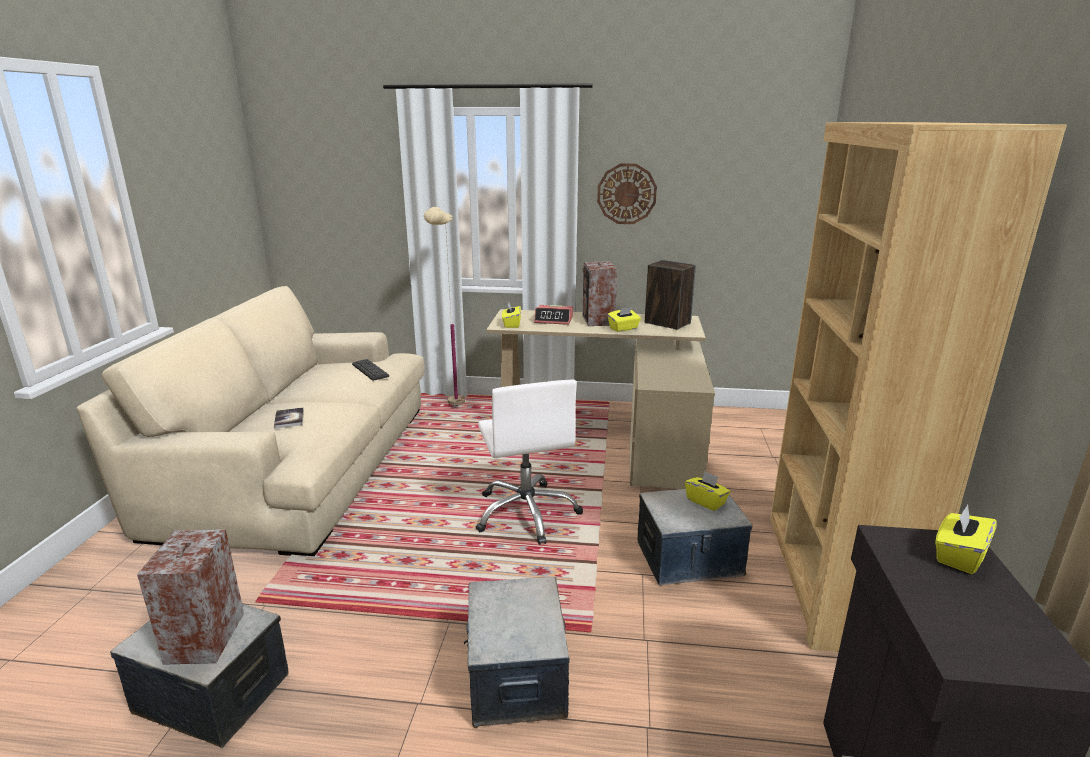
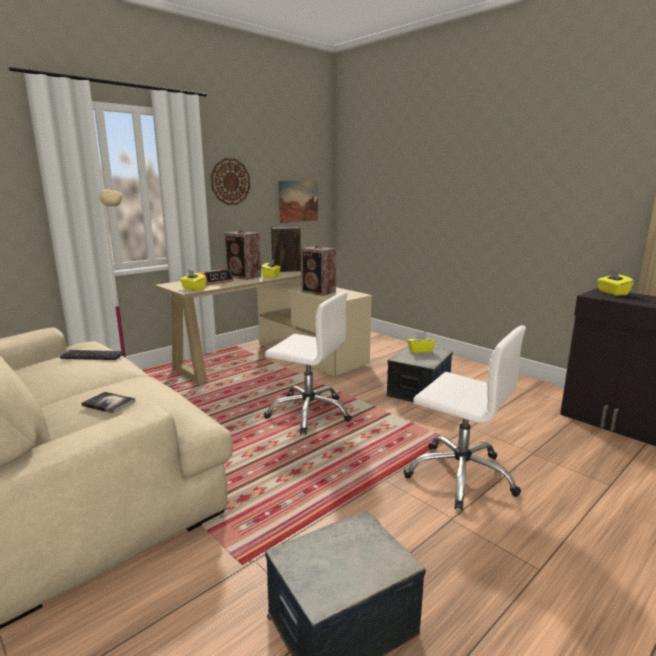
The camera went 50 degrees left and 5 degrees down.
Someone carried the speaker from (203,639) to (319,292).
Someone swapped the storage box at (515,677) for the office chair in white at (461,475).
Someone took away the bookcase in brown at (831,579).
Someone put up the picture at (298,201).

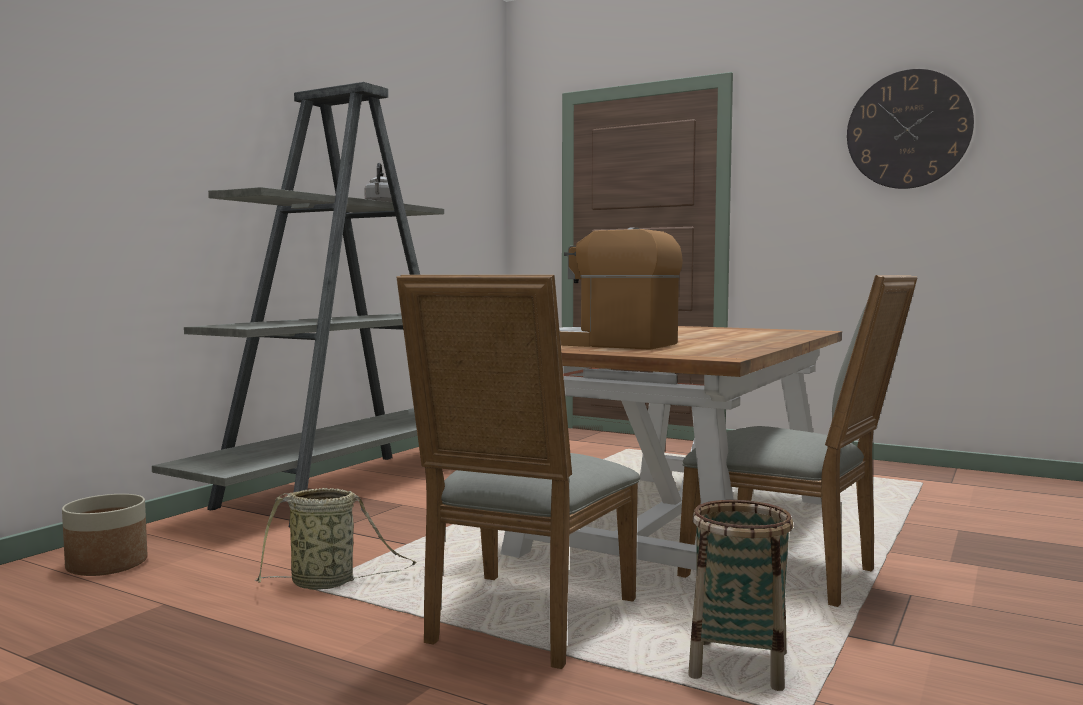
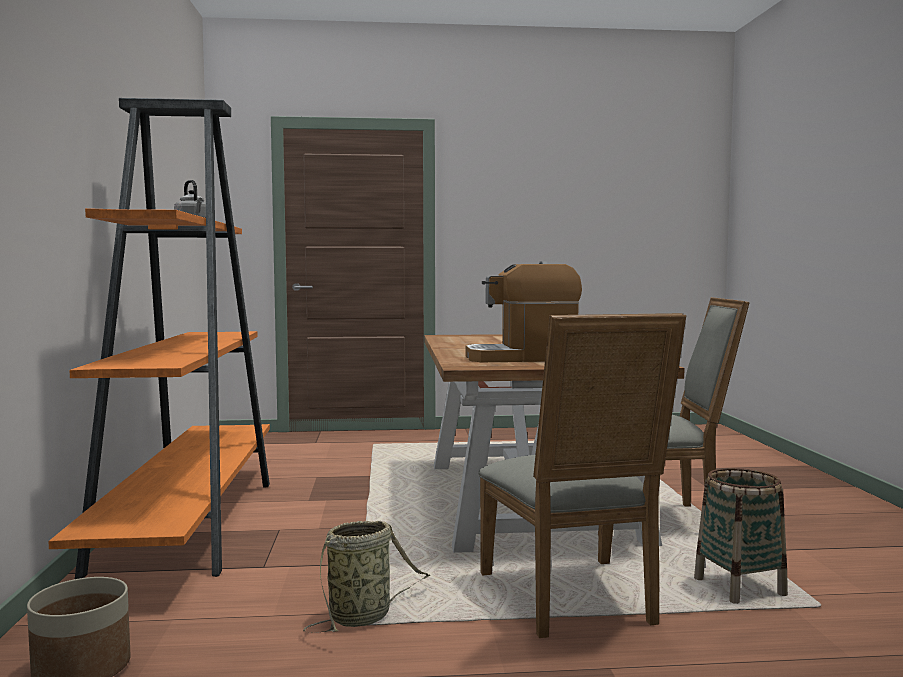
The camera went 35 degrees left and 0 degrees up.
Someone repainted the bookcase in grey at (351,486), which became the bookcase in orange at (190,523).
Someone took away the wall clock at (908,129).

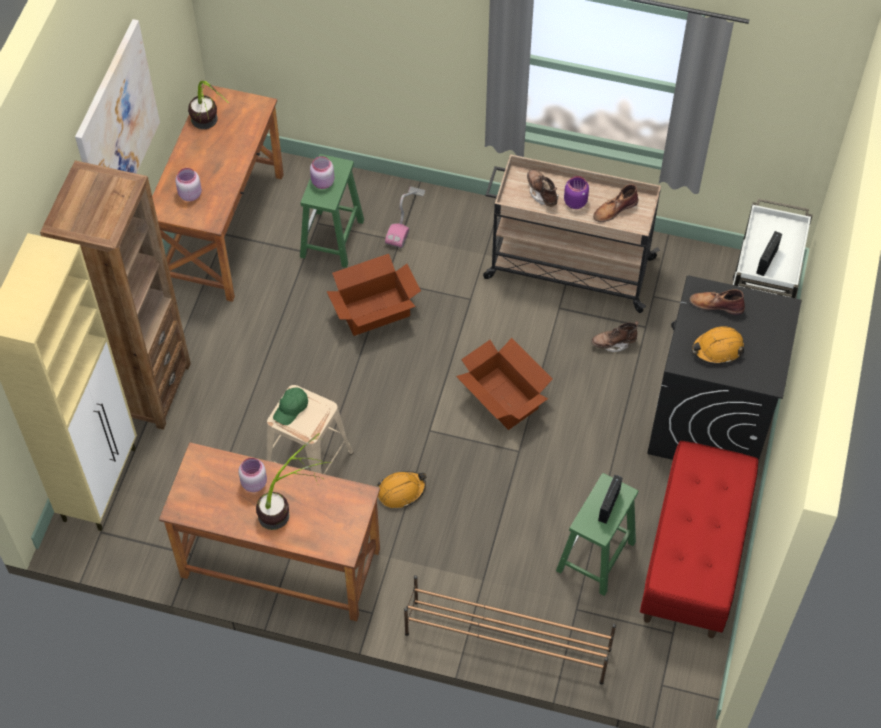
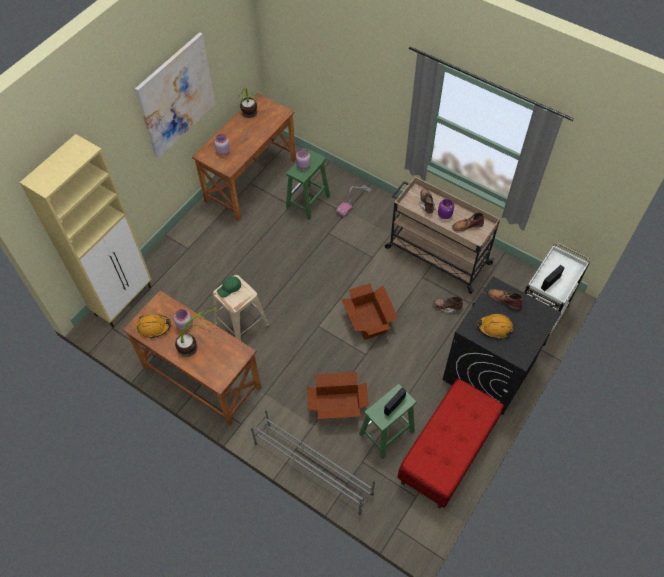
The camera went 20 degrees right and 0 degrees up.
Someone took away the bookcase in brown at (145,388).
Someone carried the cardboard box from (374,311) to (337,405).
Someone carried the hard hat in orange from (401,491) to (154,327).
Someone repainted the shoe rack in brown at (506,641), which became the shoe rack in grey at (312,467).

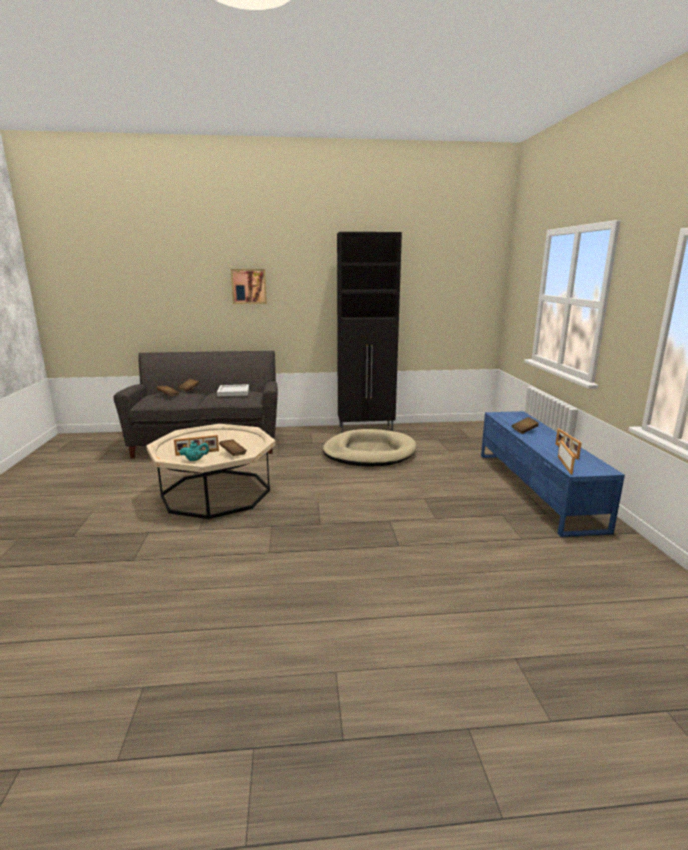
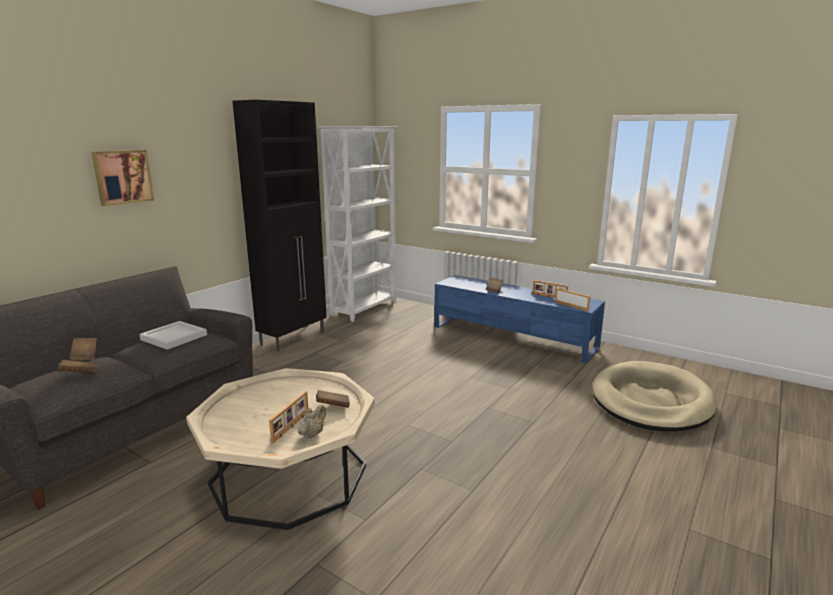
The camera went 50 degrees left and 0 degrees up.
Someone repainted the teapot in turquoise at (195,460), which became the teapot in beige at (312,434).
Someone carried the dog bed in beige from (369,452) to (651,401).
Someone put down the bookcase in white at (365,309).

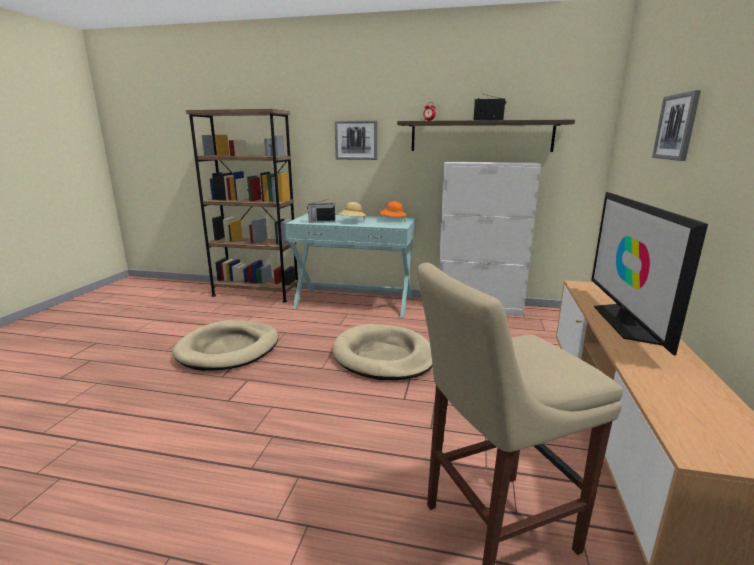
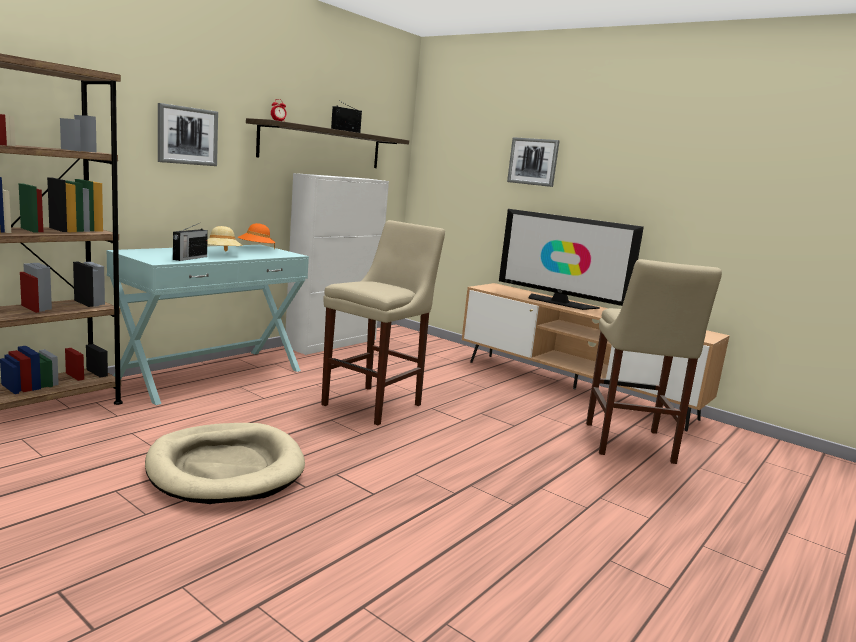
The camera went 65 degrees left and 5 degrees down.
Someone swapped the dog bed in beige at (383,356) for the stool in beige at (376,404).

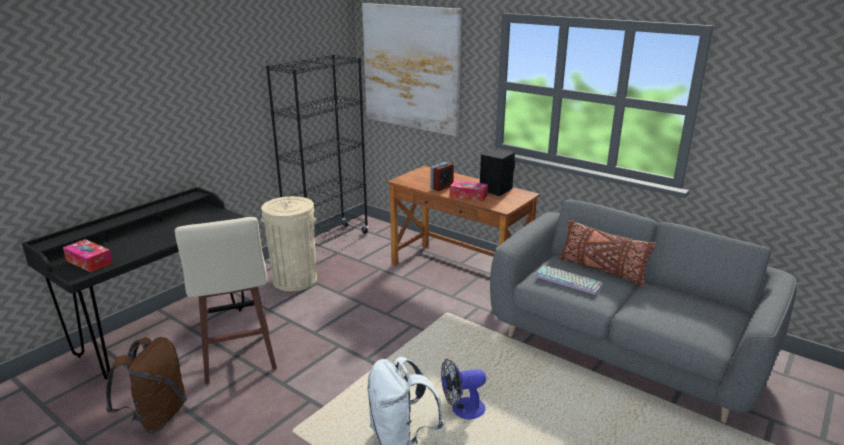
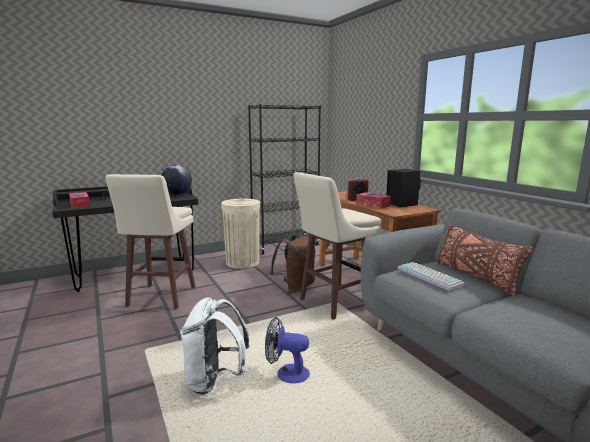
The camera went 25 degrees right and 10 degrees down.
Someone carried the backpack in brown from (157,416) to (295,287).
Someone took away the picture at (411,68).
Someone put down the globe at (177,195).
Someone put down the stool in beige at (333,303).

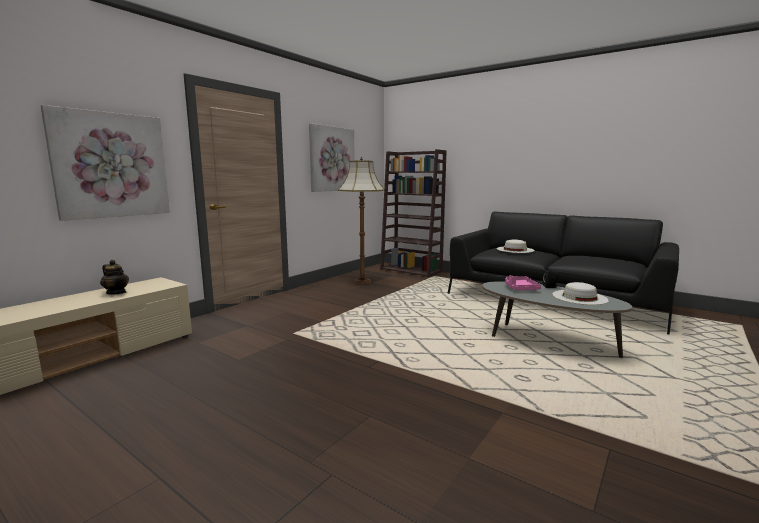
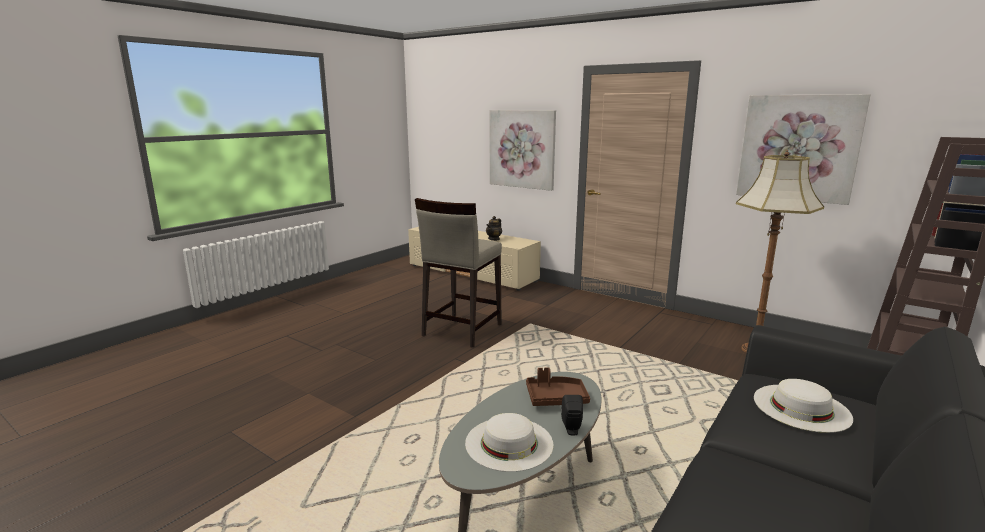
The camera went 90 degrees right and 5 degrees up.
Someone repainted the tray in pink at (520,288), which became the tray in brown at (556,398).
Someone put down the stool in beige at (461,330).

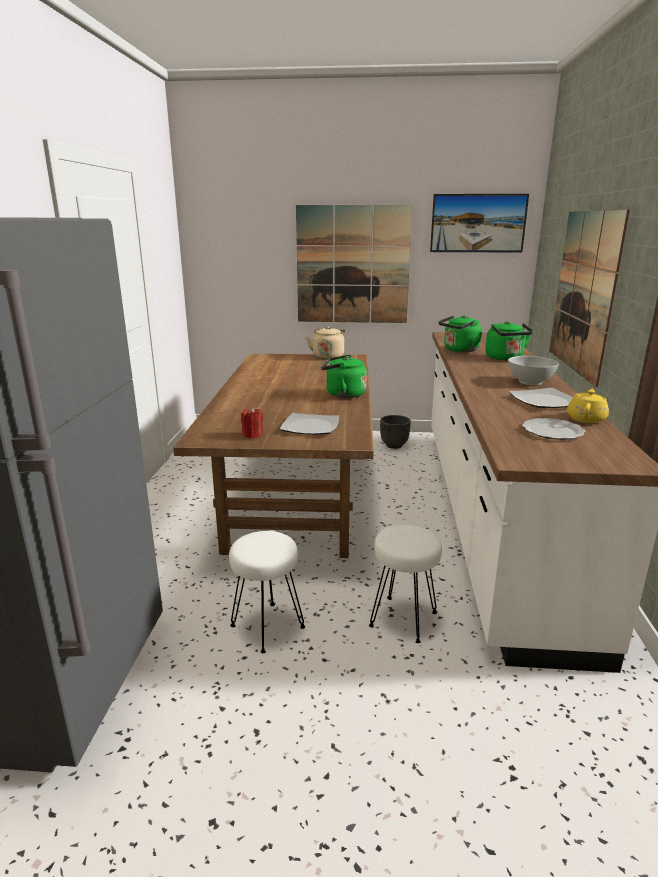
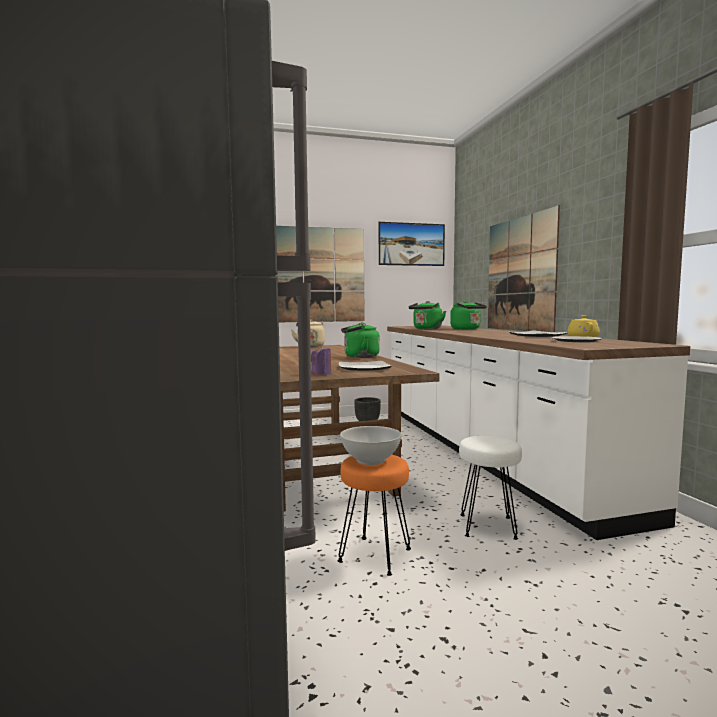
The camera went 20 degrees left and 15 degrees down.
Someone repainted the stool in white at (266,627), which became the stool in orange at (374,556).
Someone repainted the candle in red at (252,435), which became the candle in purple at (321,374).
Someone carried the bowl in white from (530,382) to (371,460).

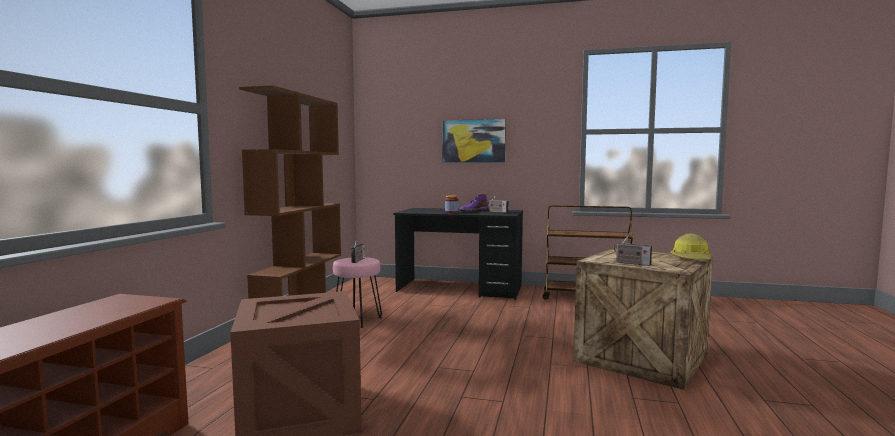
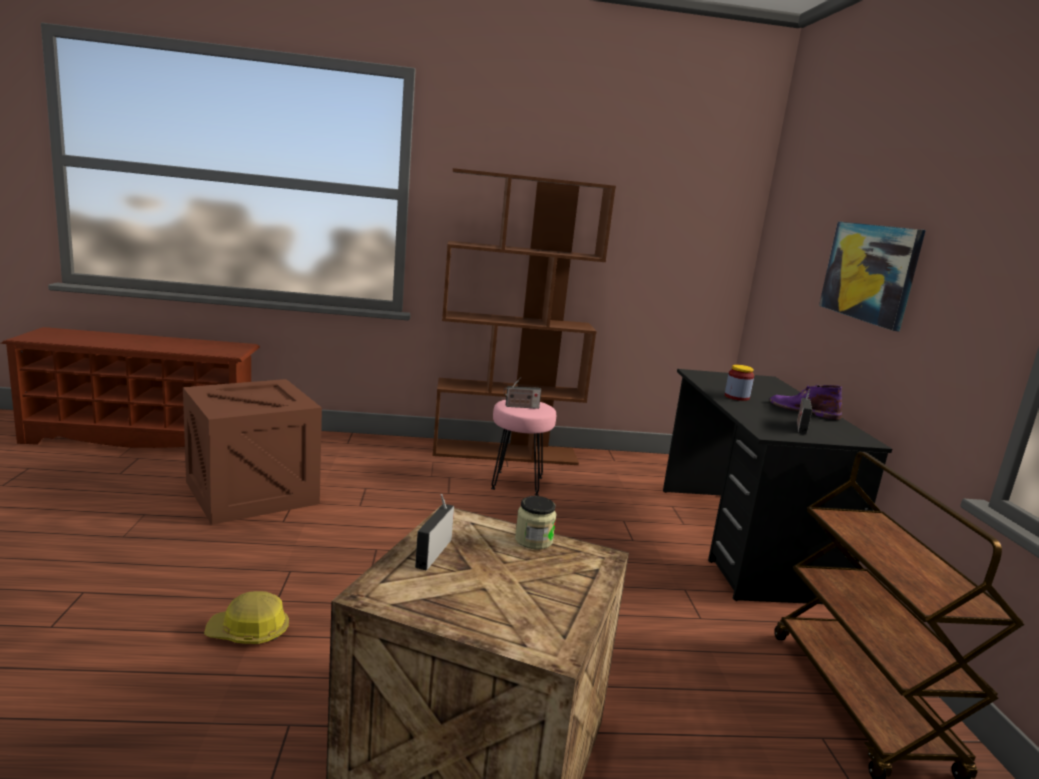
The camera went 70 degrees right and 10 degrees up.
Someone carried the hard hat from (692,259) to (249,632).
Someone put down the jar at (533,540).

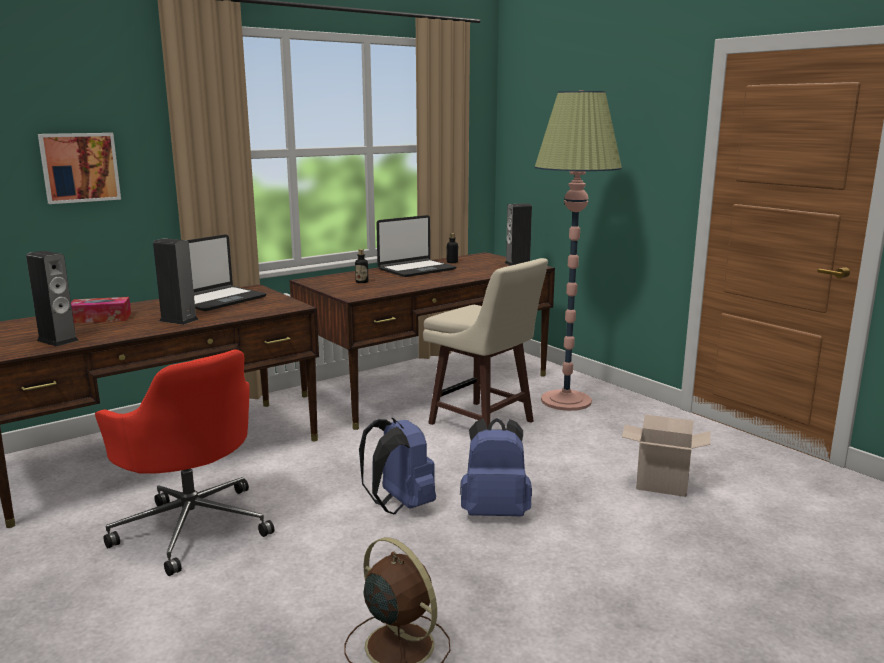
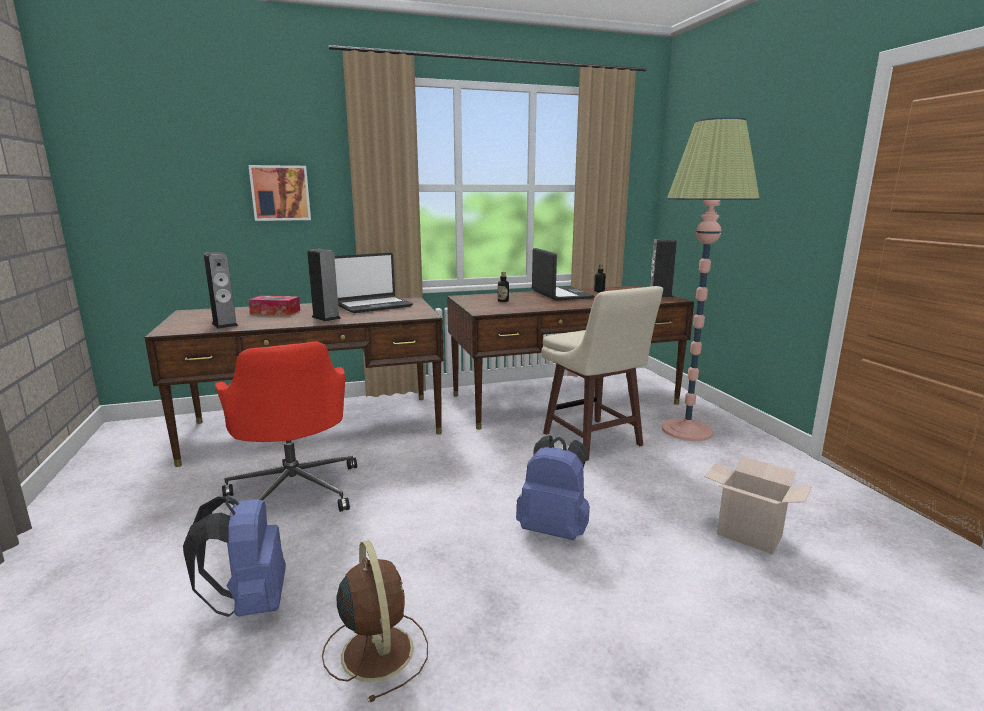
The camera went 20 degrees right and 0 degrees up.
Someone carried the backpack in blue from (400,505) to (250,603).
Someone rotated the laptop at (416,269) by 90 degrees counterclockwise.

